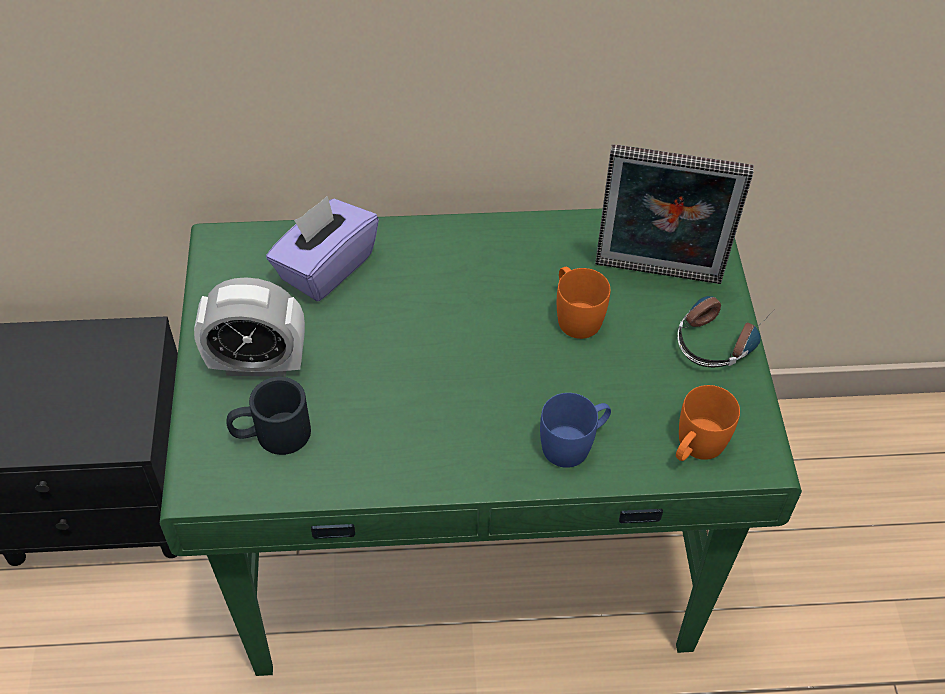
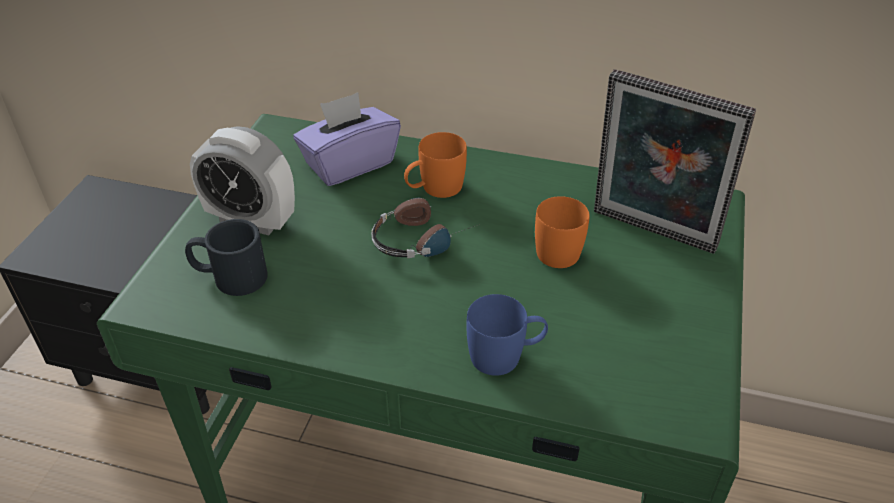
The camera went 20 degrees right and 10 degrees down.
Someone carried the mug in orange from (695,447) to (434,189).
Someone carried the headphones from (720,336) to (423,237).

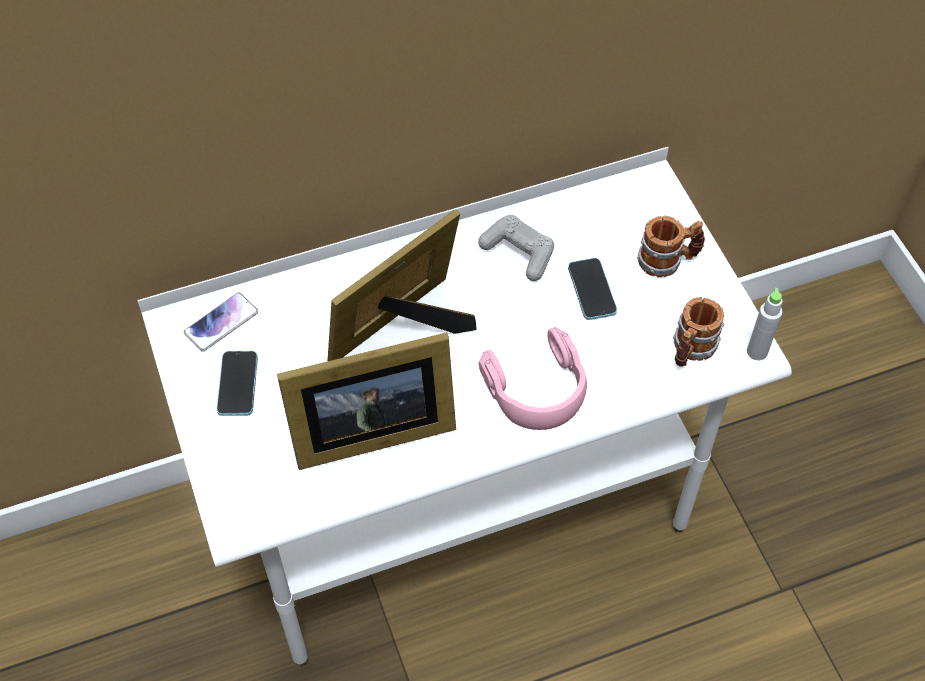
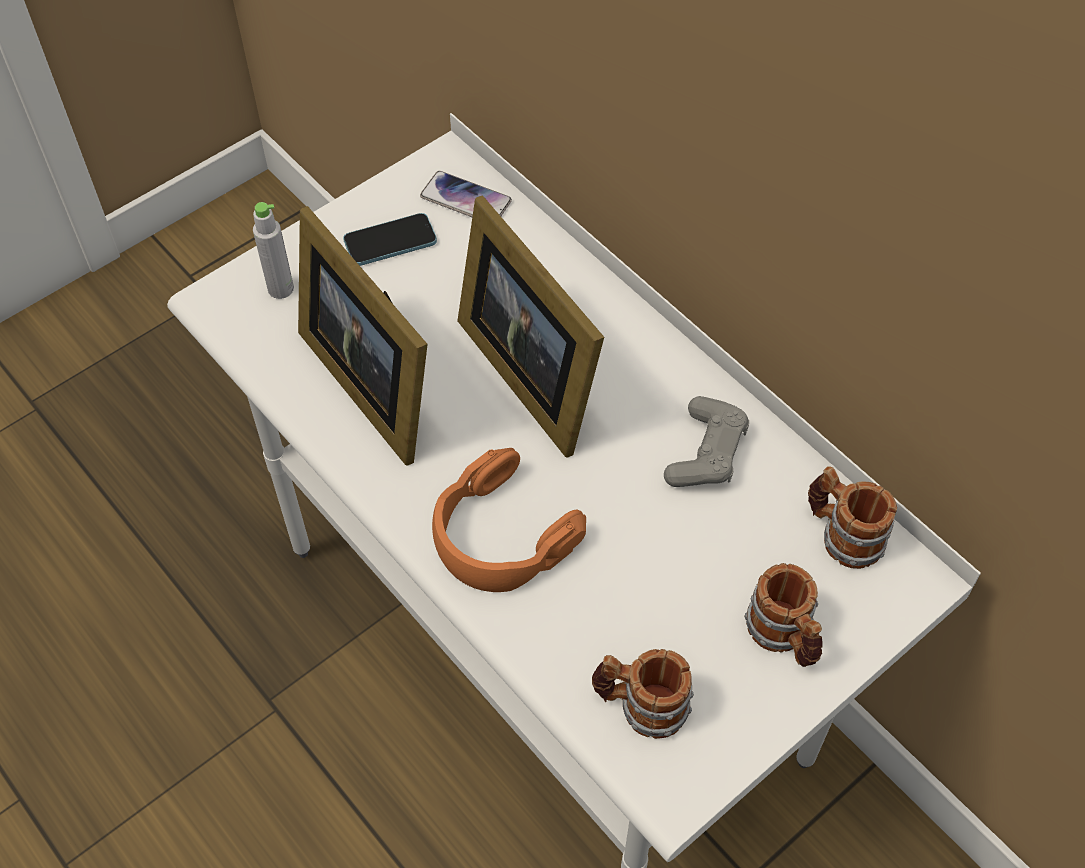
The camera went 70 degrees right and 0 degrees up.
Someone rotated the picture frame at (405,329) by 150 degrees counterclockwise.
Someone repainted the headphones in pink at (537,389), which became the headphones in orange at (500,535).
Someone took away the phone at (591,290).
Someone carried the bottle in grey from (757,351) to (280,288).
Someone put down the mug at (842,534).

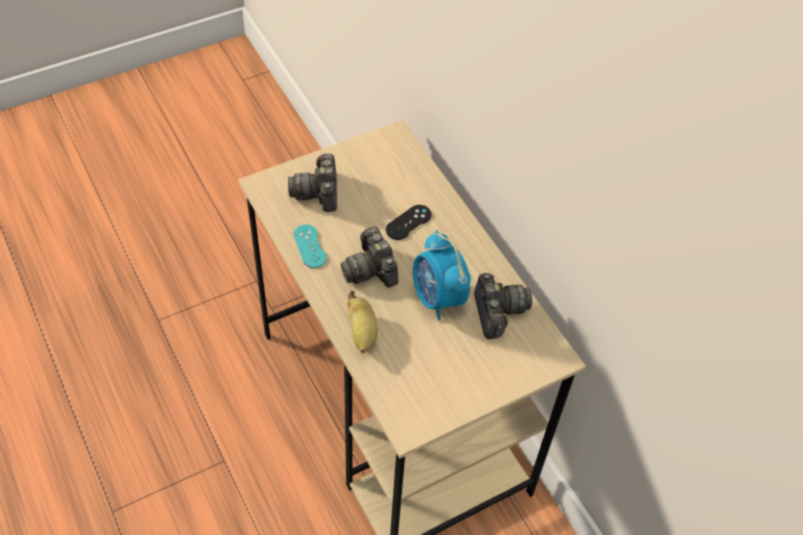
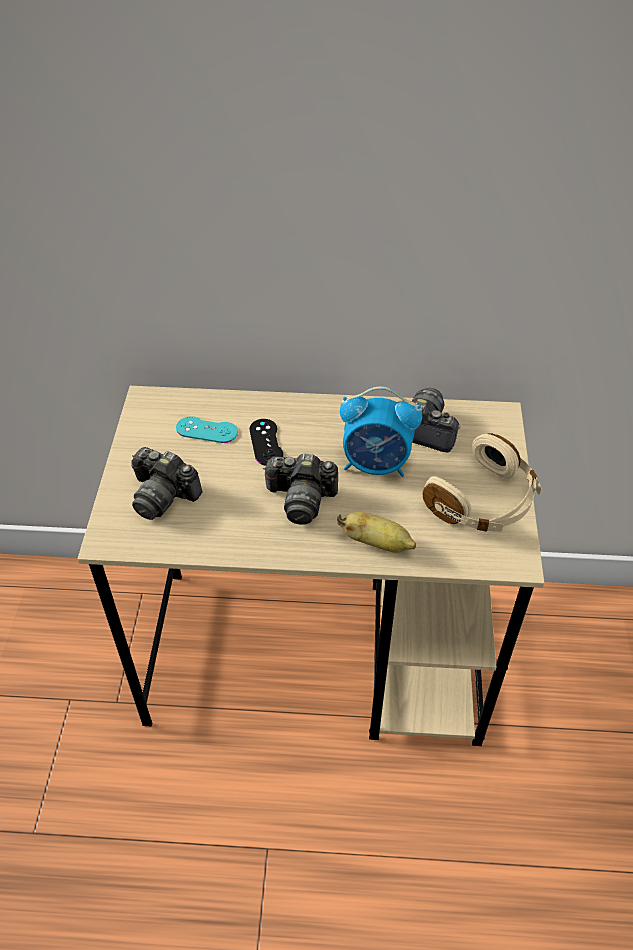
The camera went 55 degrees left and 5 degrees down.
Someone carried the game controller in turquoise from (310,246) to (207,430).
Someone put down the headphones in beige at (483,501).

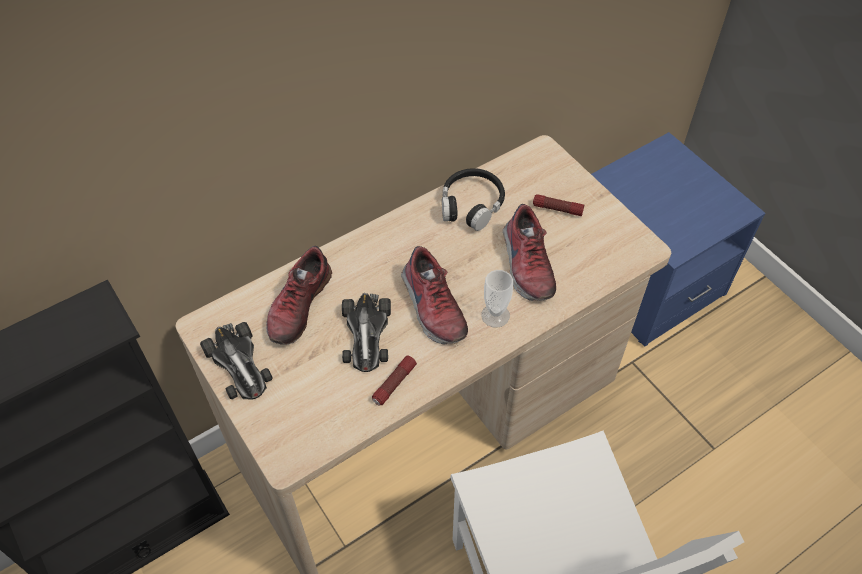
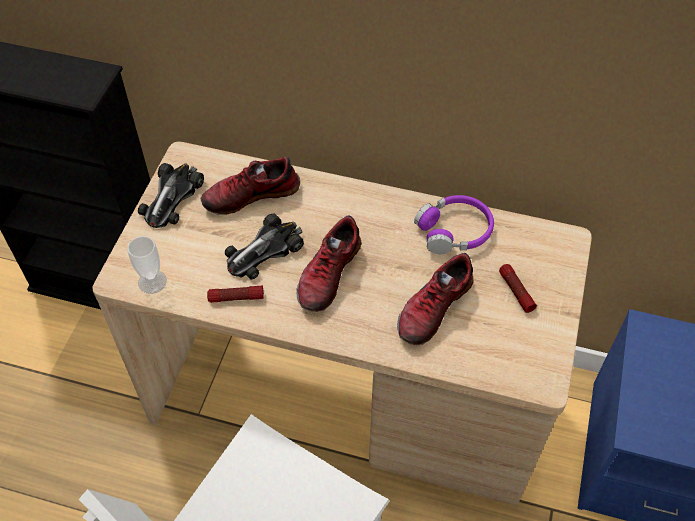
The camera went 50 degrees right and 0 degrees up.
Someone repainted the headphones in black at (471,205), which became the headphones in purple at (454,231).
Someone carried the cup from (495,315) to (152,282).

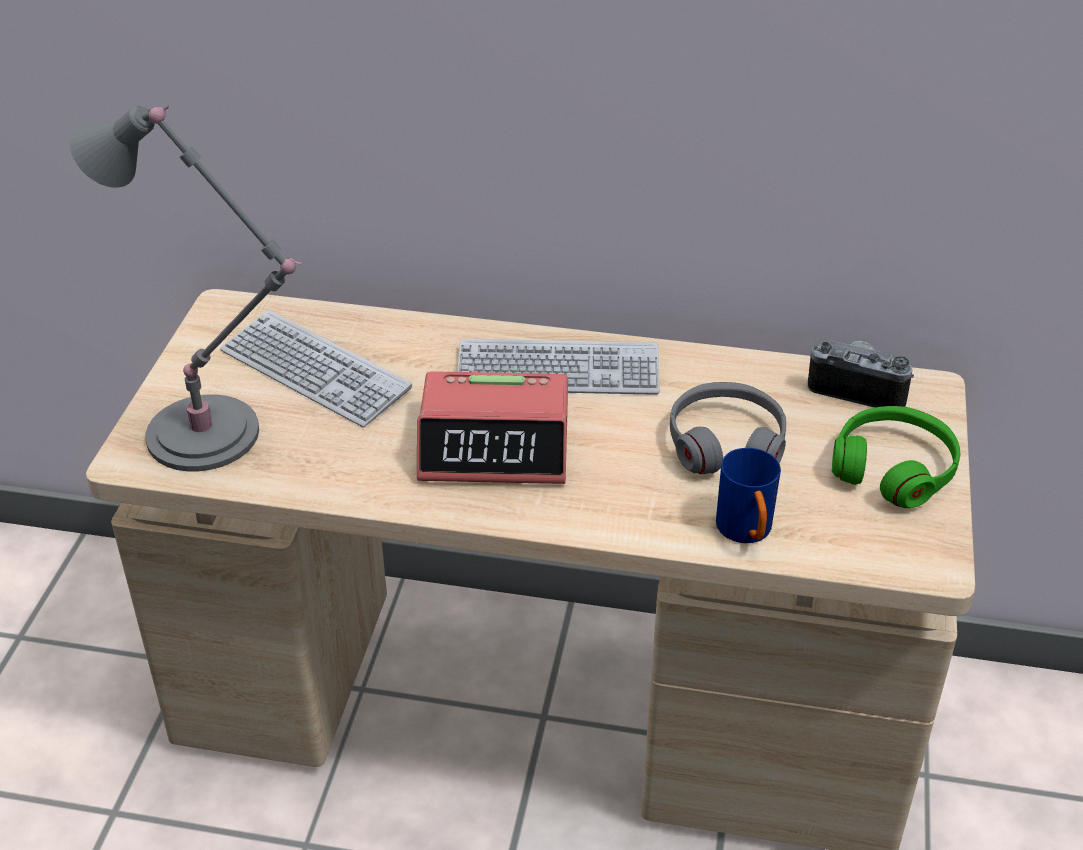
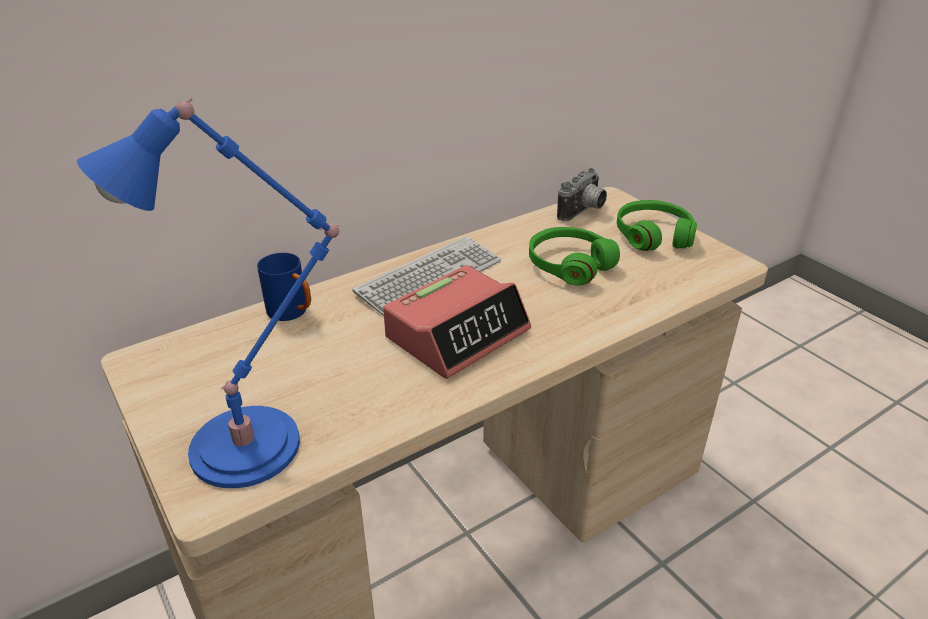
The camera went 45 degrees left and 5 degrees down.
Someone repainted the table lamp in grey at (212,436), which became the table lamp in blue at (255,444).
Someone took away the keyboard at (315,371).
Someone repainted the headphones in grey at (726,443), which became the headphones in green at (569,265).
Someone carried the mug in blue from (747,533) to (293,313).
Someone rotated the photo camera at (858,389) by 150 degrees clockwise.

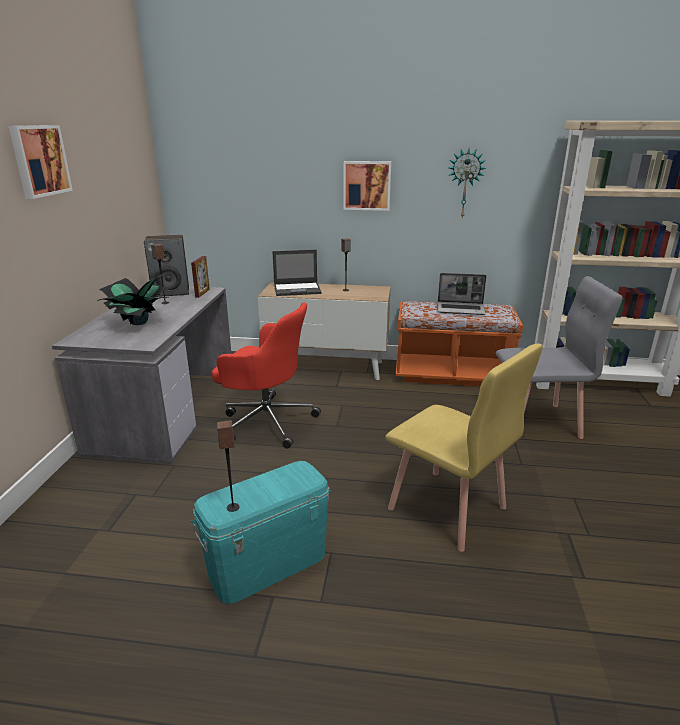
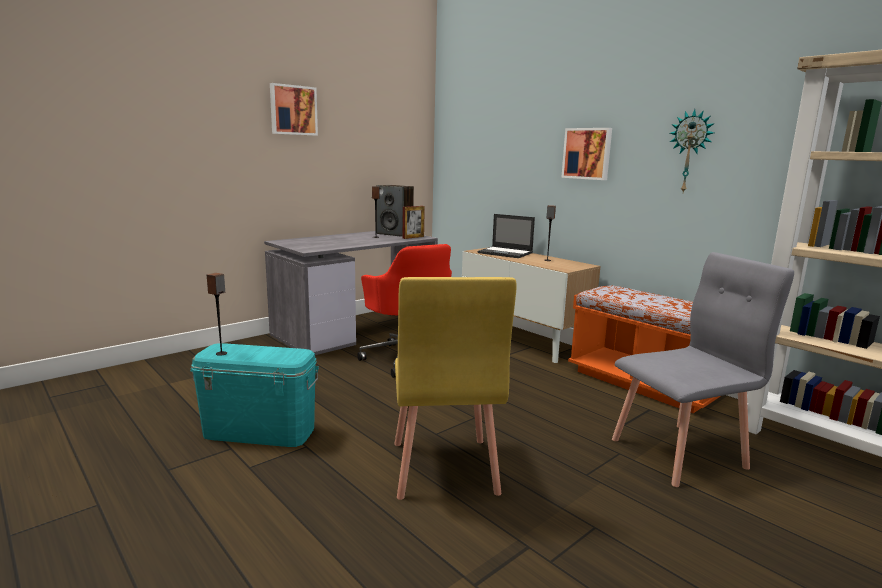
The camera went 40 degrees right and 10 degrees down.
Someone took away the potted plant at (138,323).
Someone took away the laptop at (461,309).
Someone rotated the chair in grey at (537,422) by 60 degrees counterclockwise.

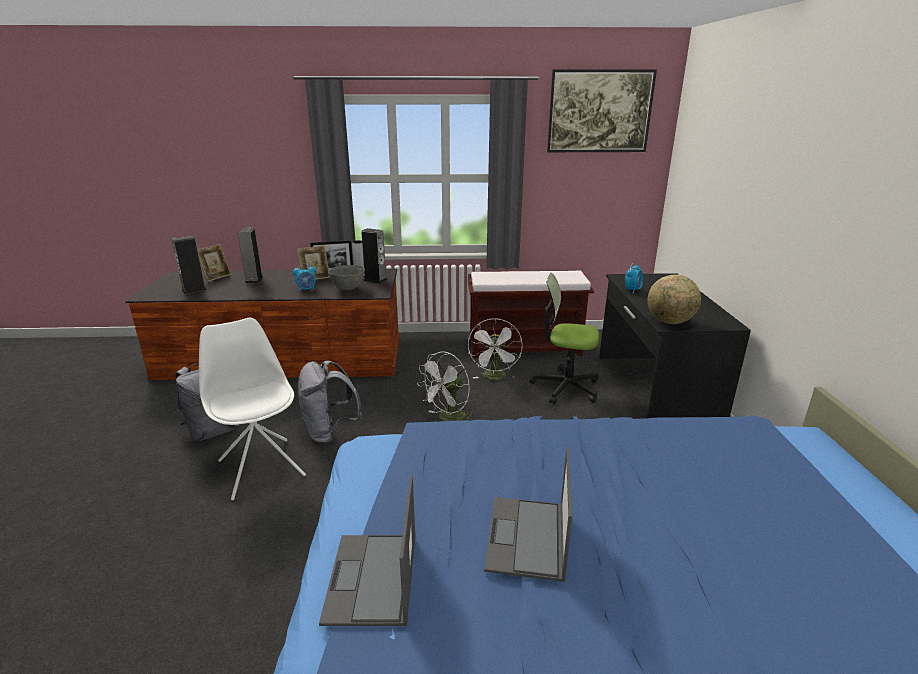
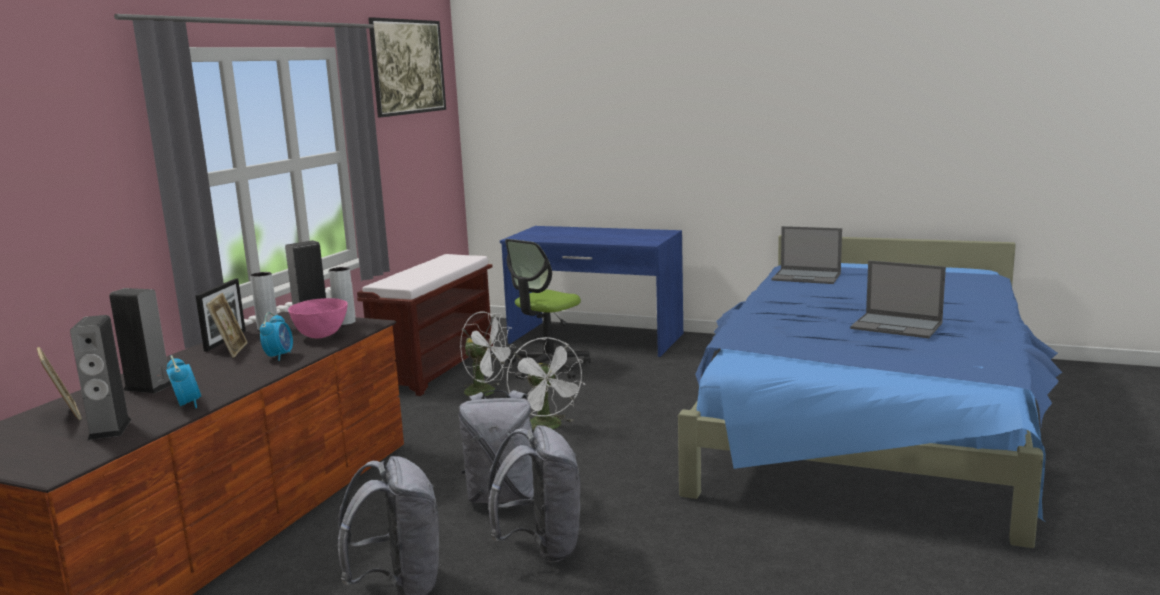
The camera went 65 degrees left and 10 degrees down.
Someone swapped the chair in white at (261,467) for the backpack in grey at (541,547).
Someone carried the laptop from (372,579) to (807,277).
Someone repainted the bowl in grey at (348,288), which became the bowl in pink at (320,336).
Someone repainted the desk in black at (653,390), which became the desk in blue at (595,339).
Someone carried the alarm clock from (632,290) to (187,404).
Someone took away the globe at (670,322).
Someone put down the vase in grey at (345,322).

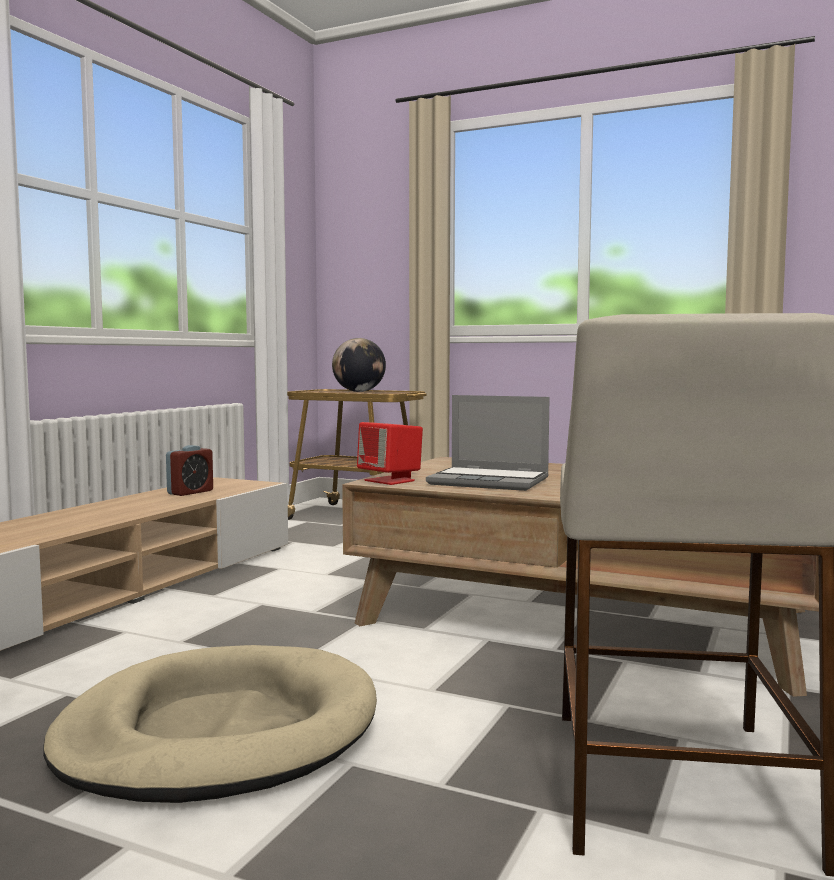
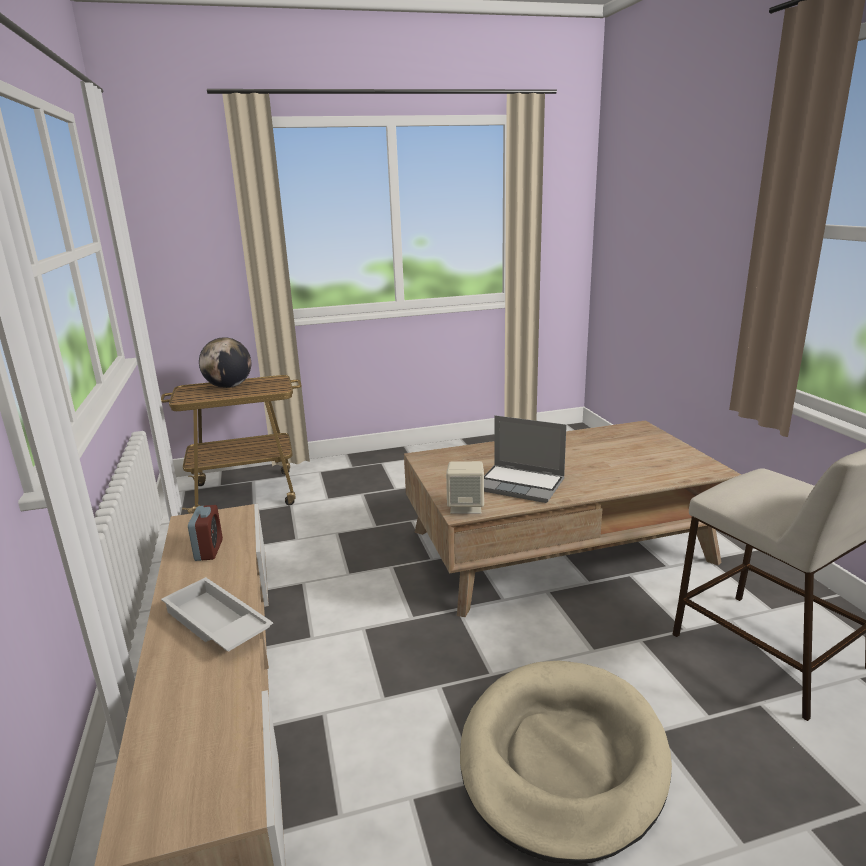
The camera went 40 degrees left and 15 degrees up.
Someone repainted the speaker in red at (390,480), which became the speaker in beige at (466,507).
Someone rotated the laptop at (490,481) by 45 degrees clockwise.
Someone put down the tray in white at (215,624).

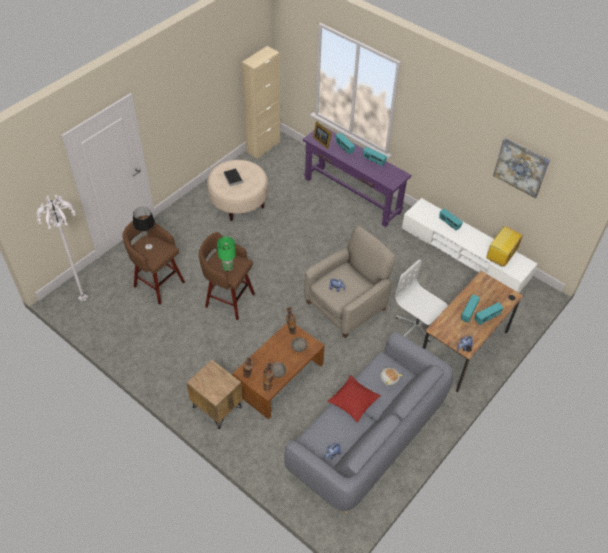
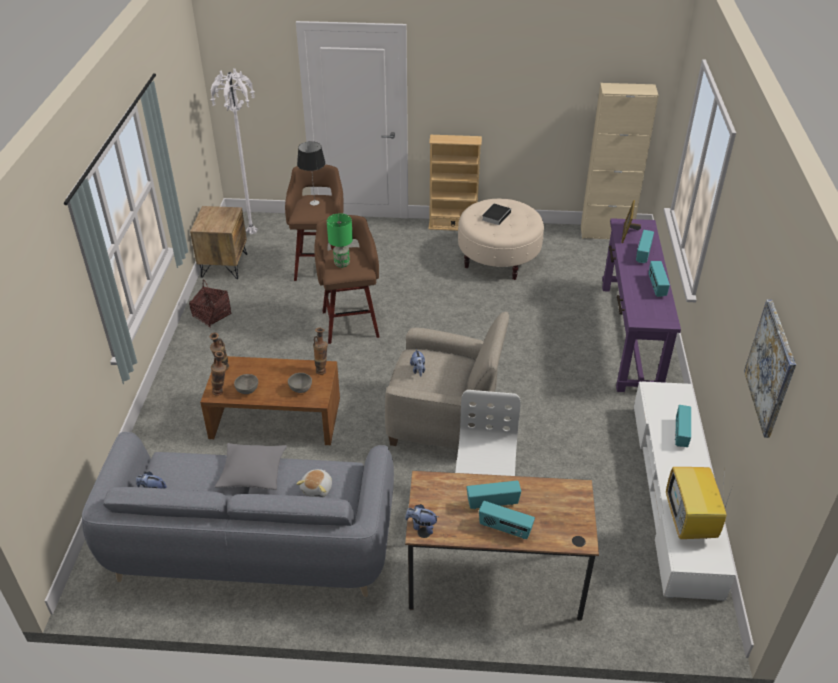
The camera went 55 degrees right and 10 degrees down.
Someone carried the nightstand in brown from (216,407) to (224,265).
Someone repainted the pillow in red at (353,401), which became the pillow in grey at (252,472).
Someone rotated the television at (501,257) by 90 degrees counterclockwise.
Someone put down the basket at (212,315).
Someone put down the bookcase in beige at (453,226).

